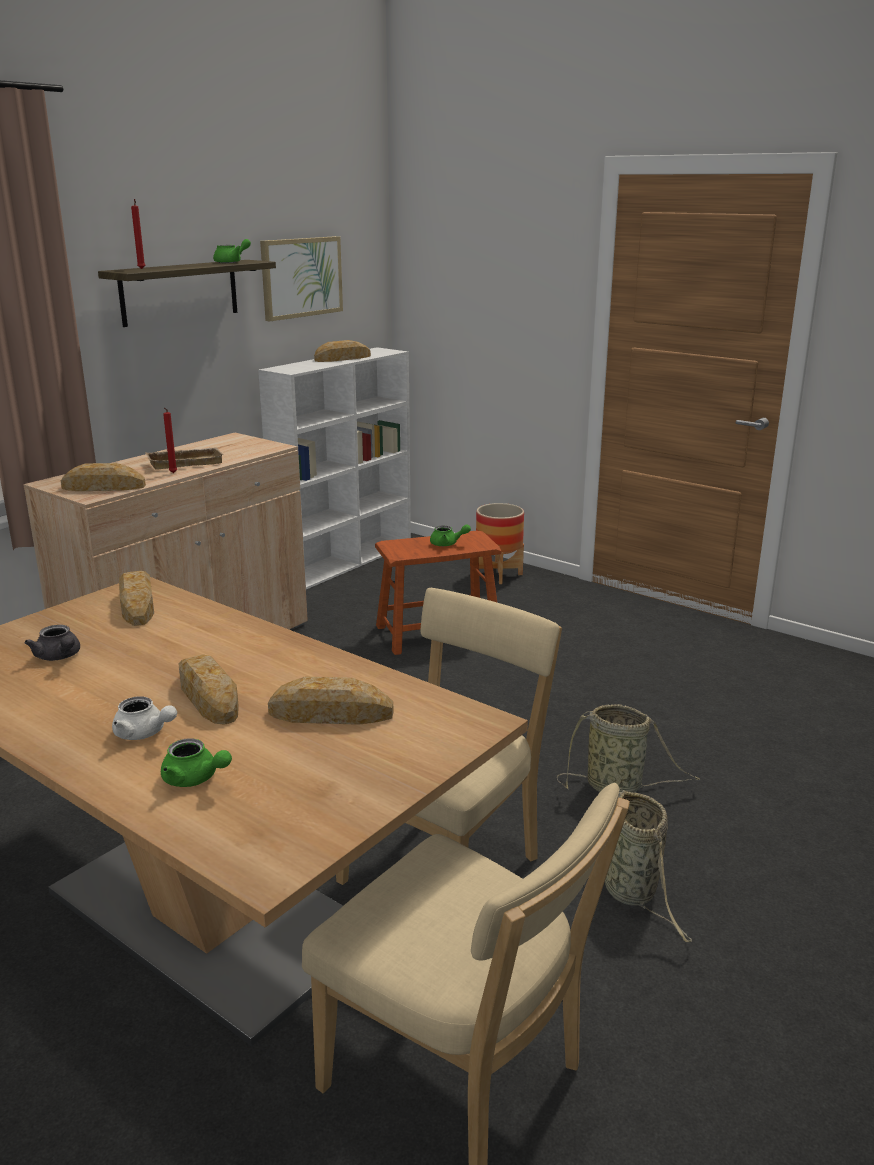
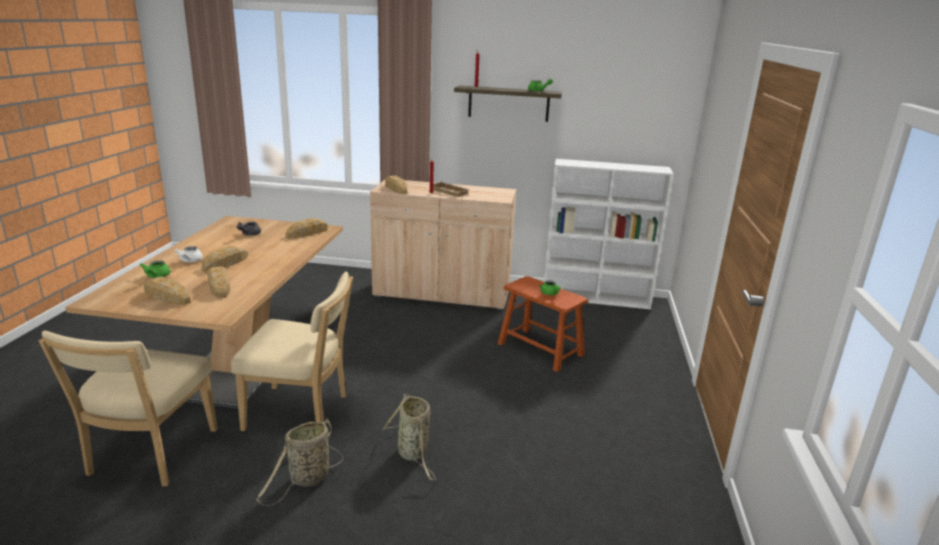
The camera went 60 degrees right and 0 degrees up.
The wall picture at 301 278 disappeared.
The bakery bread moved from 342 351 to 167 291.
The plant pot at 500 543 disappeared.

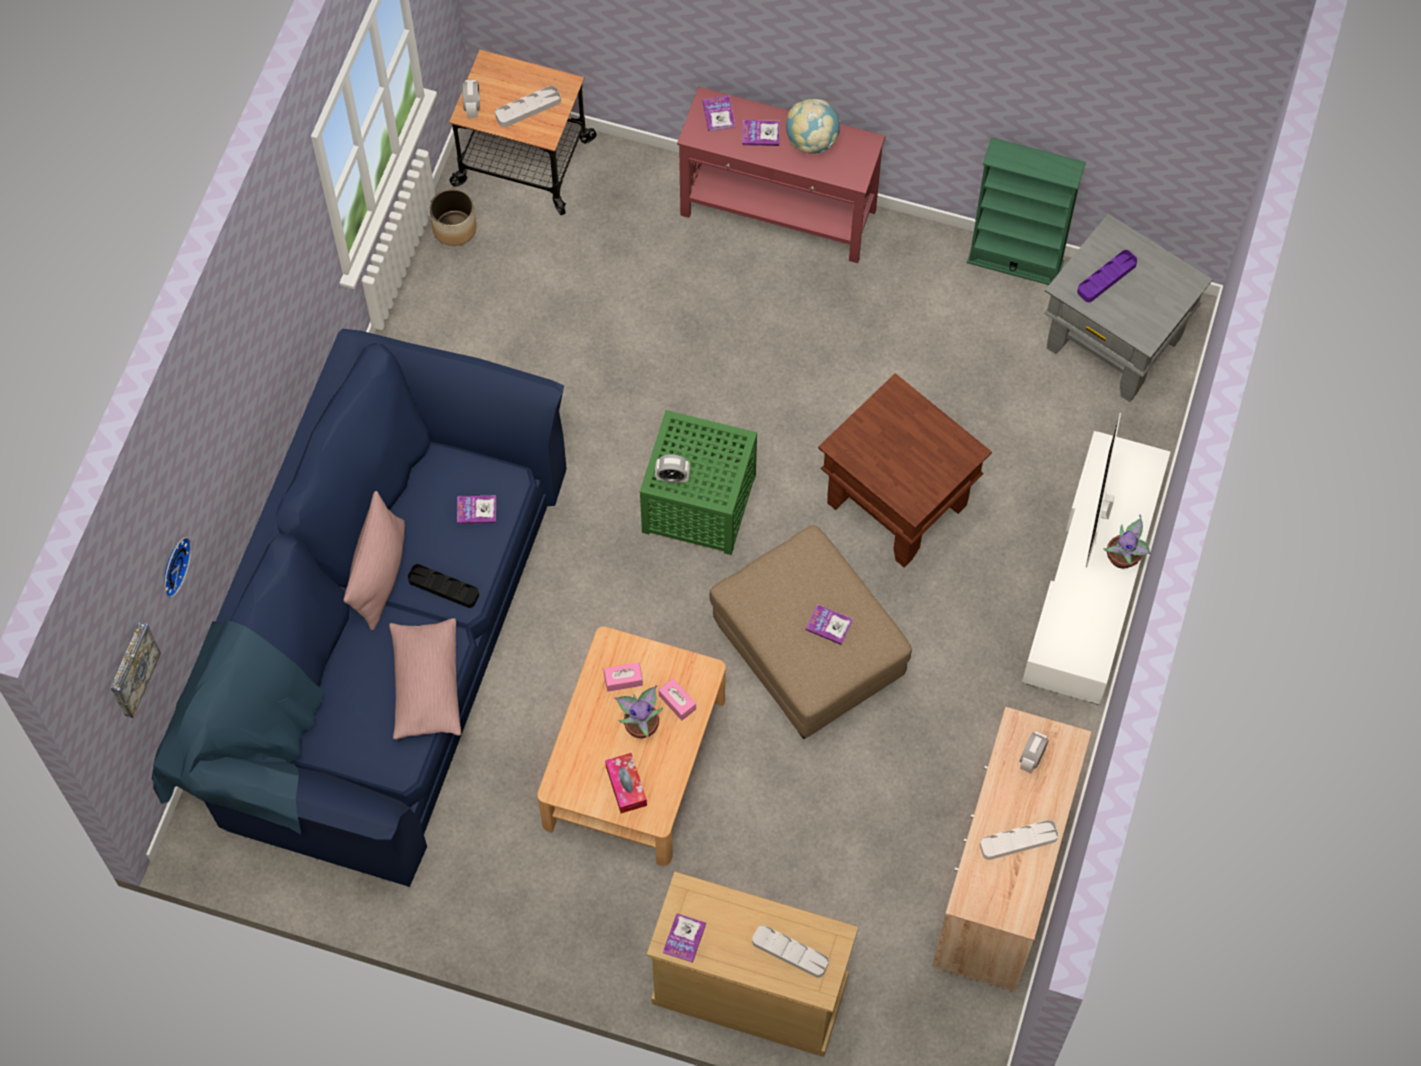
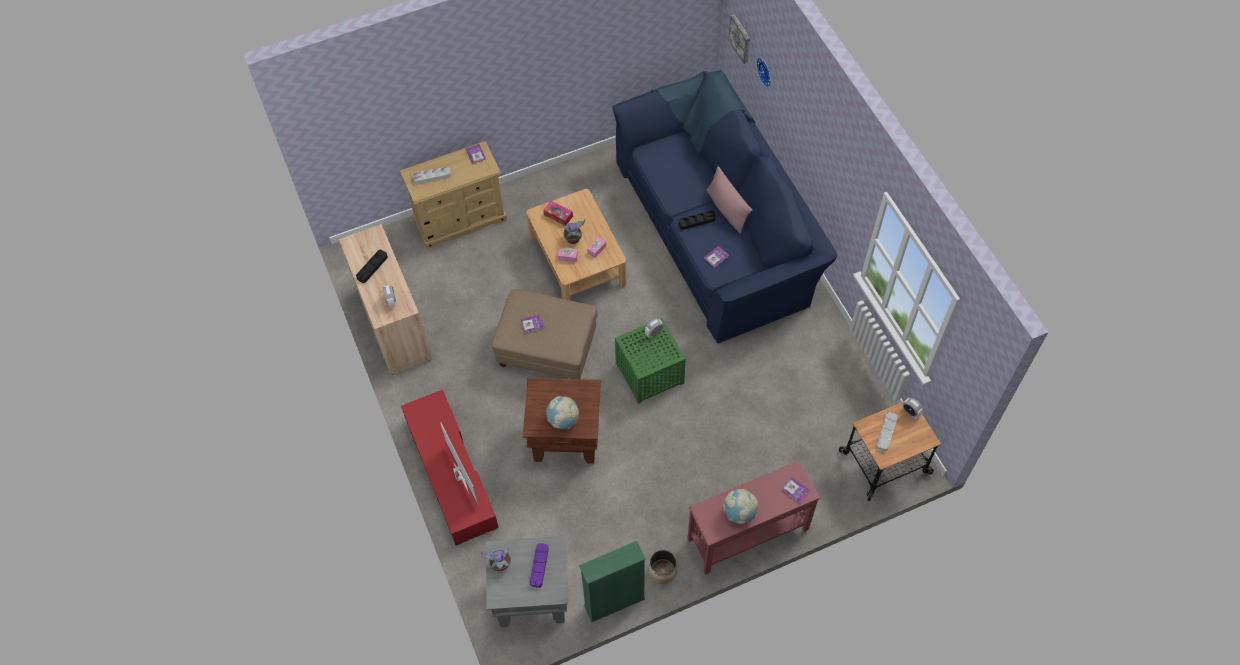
The camera went 140 degrees right and 5 degrees down.
The throw pillow (pinkish) at 425 678 disappeared.
The plant pot moved from 453 217 to 663 567.
The bound book at 761 133 disappeared.
The serving tray (white) at 1019 840 became the serving tray (black-coloured) at 372 266.
The media console (white) at 1096 568 became the media console (reddish) at 450 468.
The potted plant moved from 1127 542 to 496 559.
The world globe at 562 412 appeared.

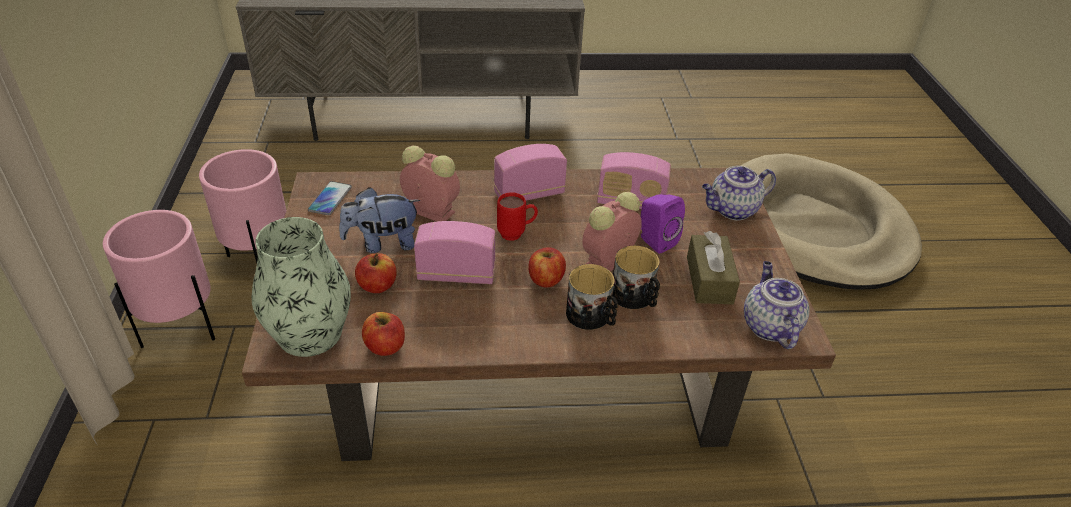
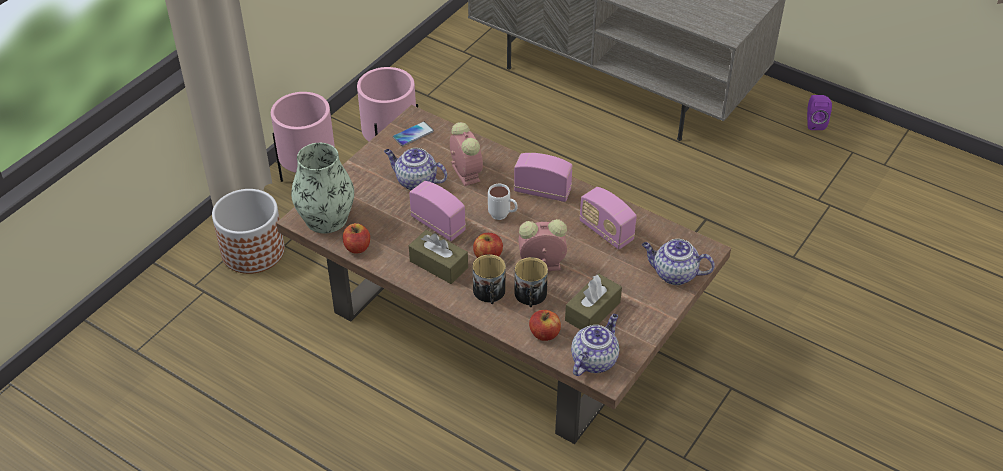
The camera went 40 degrees right and 5 degrees up.
The cuddly toy at 379 220 was replaced by the tea pot at 415 169.
The apple fruit moved from 376 273 to 545 325.
The coffee mug (reddish) at 517 216 became the coffee mug (white) at 503 202.
The loudspeaker (purple-coloured) moved from 663 224 to 819 112.
The pet bed (beige) at 831 221 disappeared.
The plant pot at 248 231 appeared.
The tissue box (brown) at 438 257 appeared.

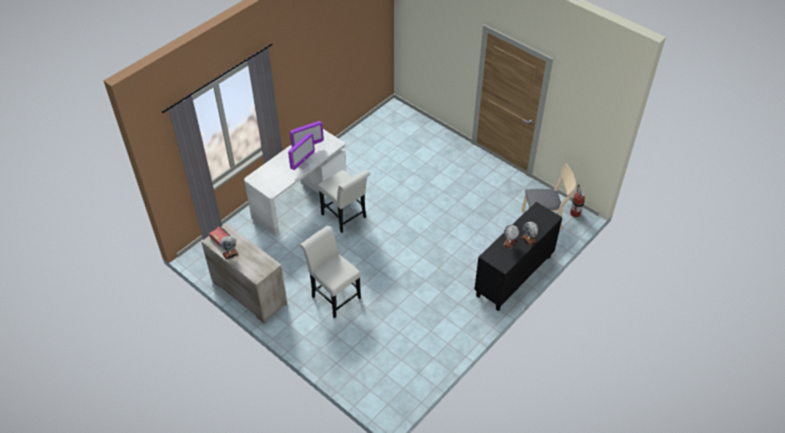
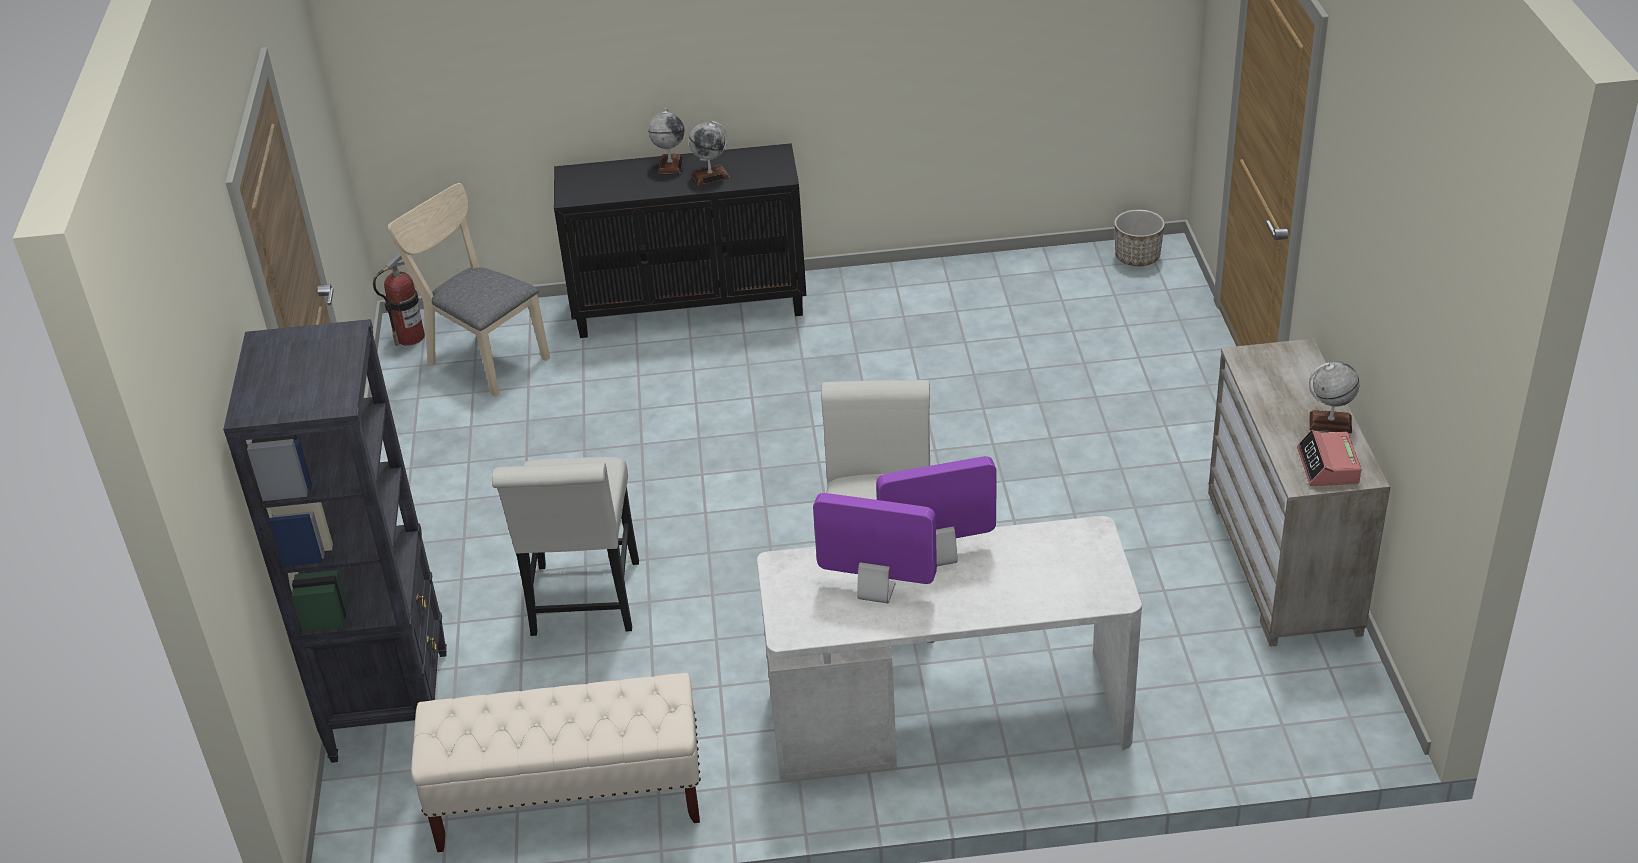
The camera went 135 degrees left and 10 degrees down.
The chair (white) moved from 330 271 to 565 546.
The shelving unit (black-coloured) at 335 541 appeared.
The bench (beige) at 556 762 appeared.
The plant pot at 1139 238 appeared.

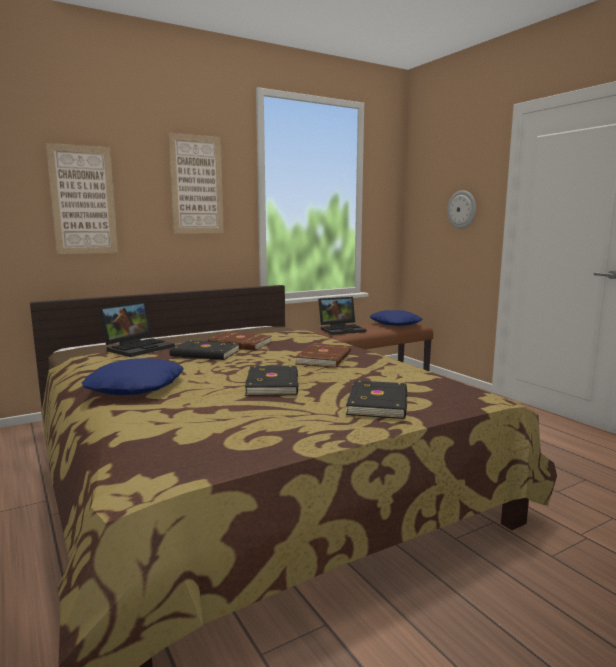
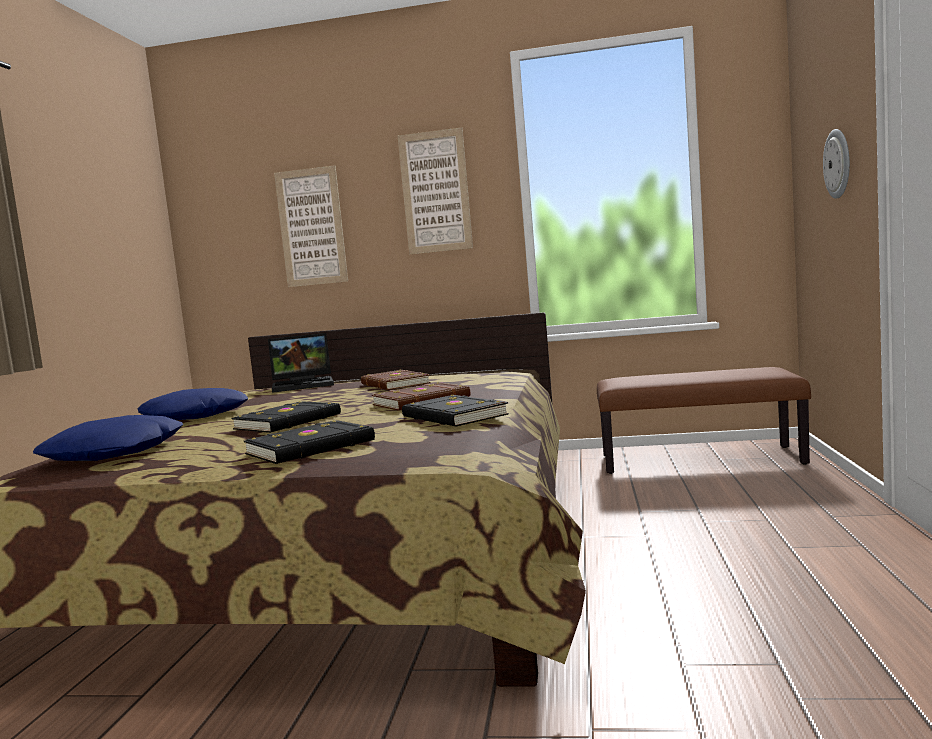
The camera went 40 degrees right and 5 degrees down.
The bound book (black-coloured) moved from 205 350 to 455 410.
The notebook computer at 342 316 disappeared.
The throw pillow (blue) moved from 396 318 to 108 438.

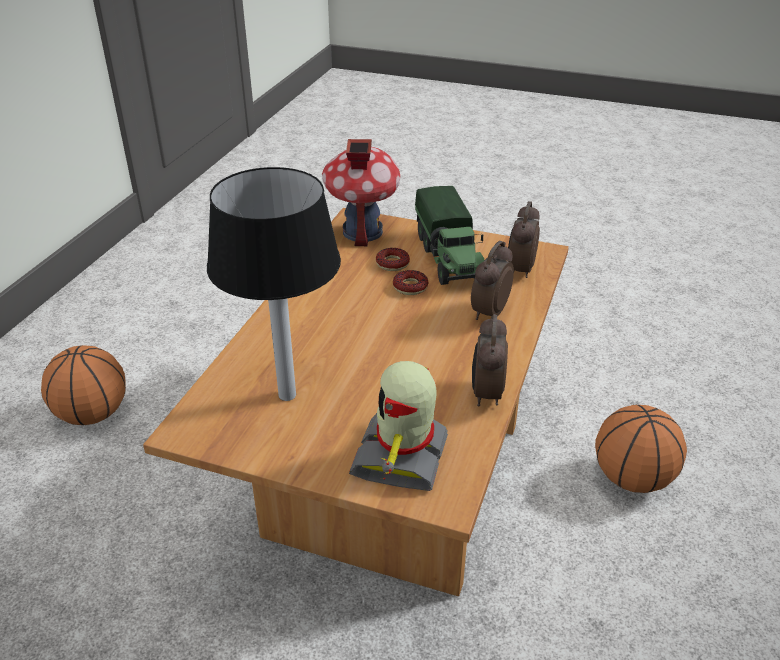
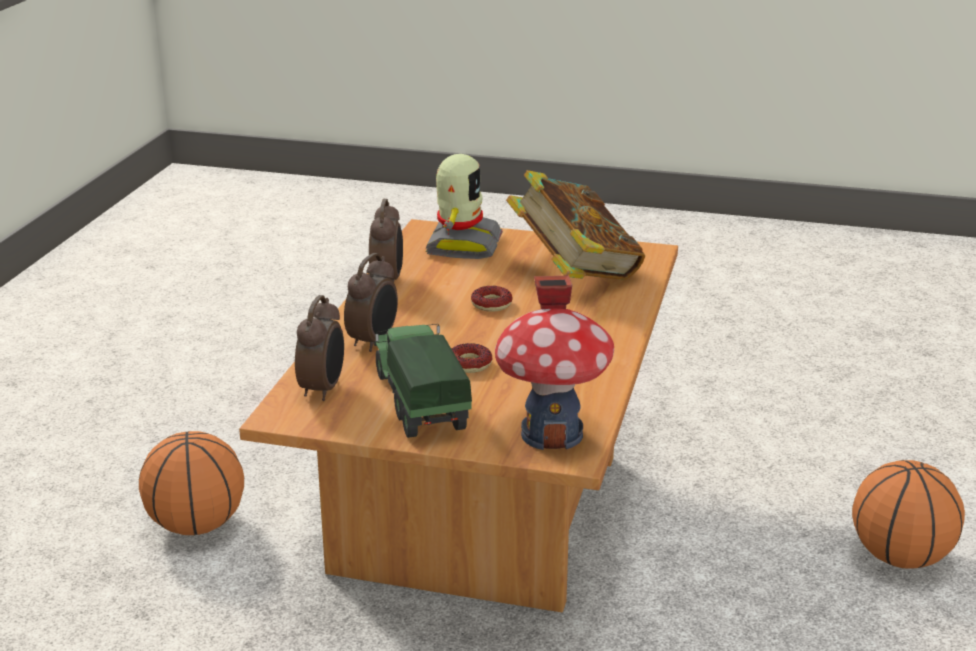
The camera went 175 degrees right and 10 degrees down.
The lamp for a table at 274 284 was replaced by the bound book at 575 225.
The ring doughnut moved from 393 259 to 492 299.

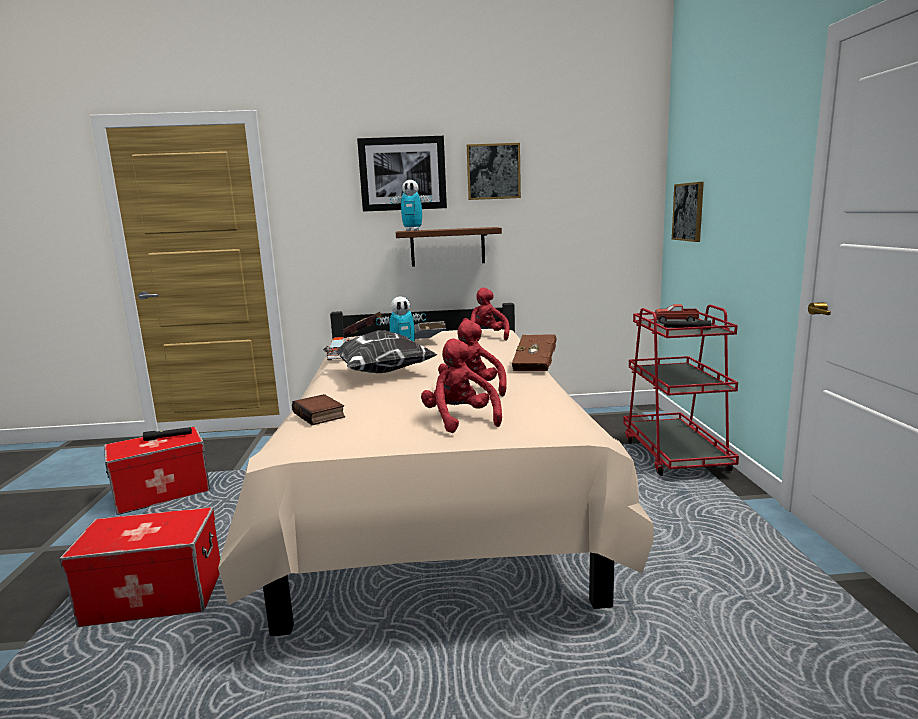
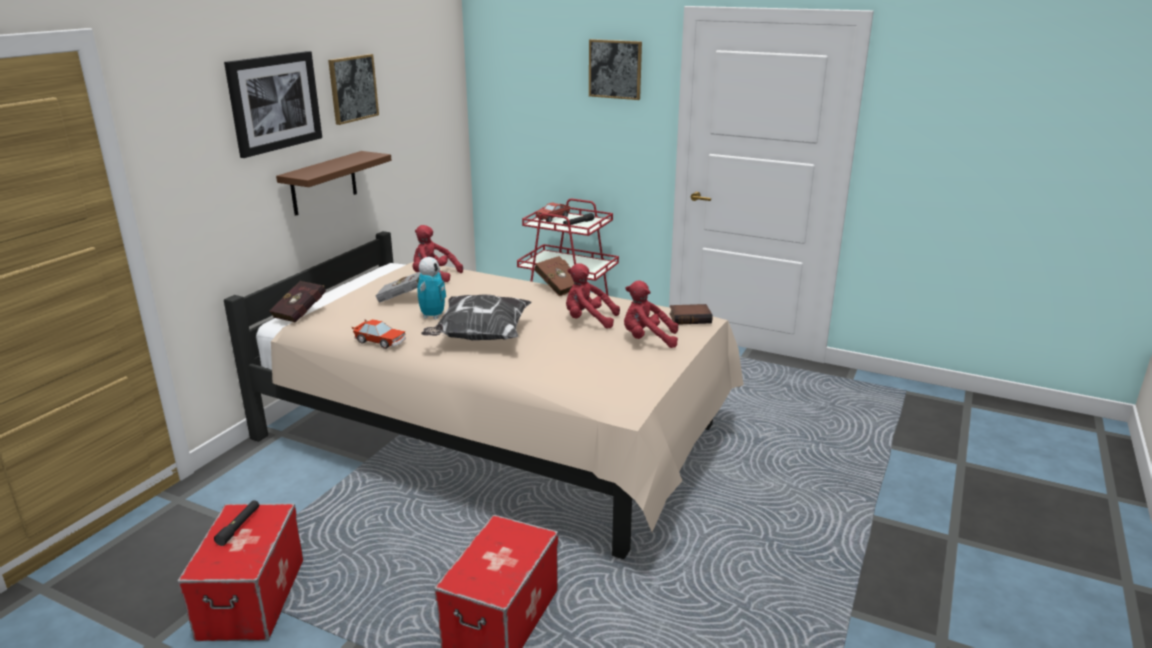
The camera went 60 degrees left and 10 degrees up.
The bound book moved from 318 409 to 691 314.
The robot figure at 411 205 disappeared.
The wall picture moved from 688 212 to 615 69.

